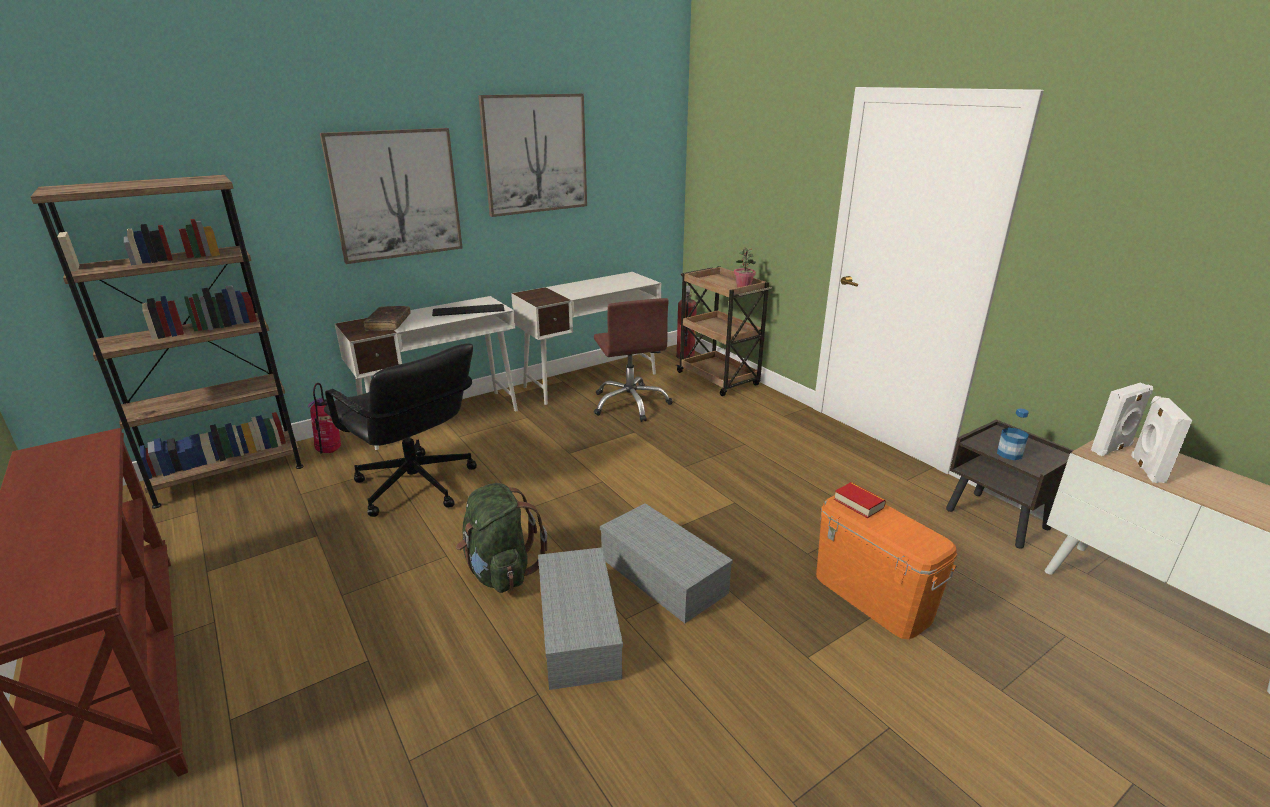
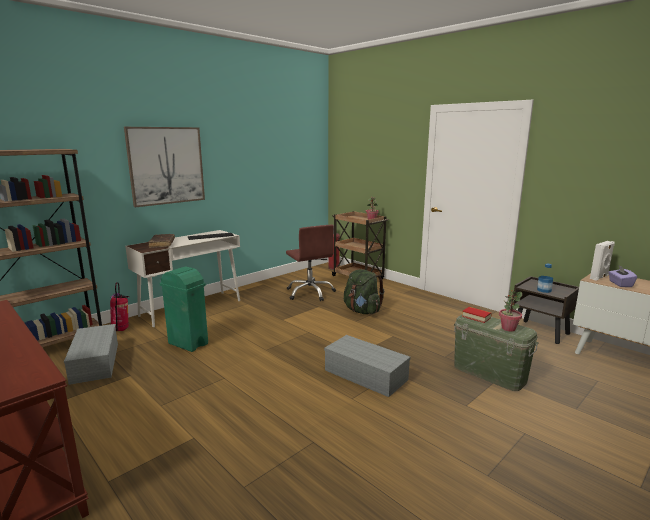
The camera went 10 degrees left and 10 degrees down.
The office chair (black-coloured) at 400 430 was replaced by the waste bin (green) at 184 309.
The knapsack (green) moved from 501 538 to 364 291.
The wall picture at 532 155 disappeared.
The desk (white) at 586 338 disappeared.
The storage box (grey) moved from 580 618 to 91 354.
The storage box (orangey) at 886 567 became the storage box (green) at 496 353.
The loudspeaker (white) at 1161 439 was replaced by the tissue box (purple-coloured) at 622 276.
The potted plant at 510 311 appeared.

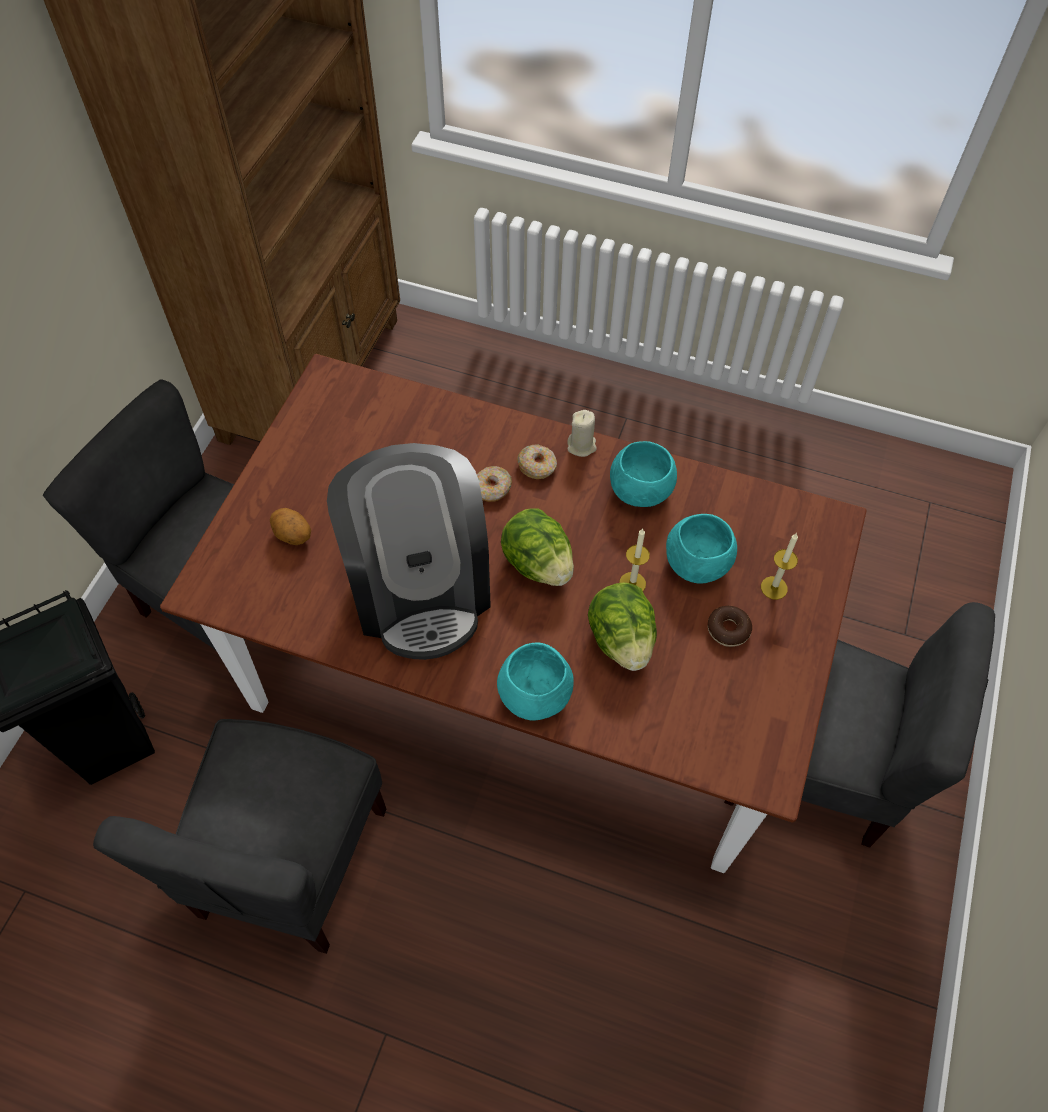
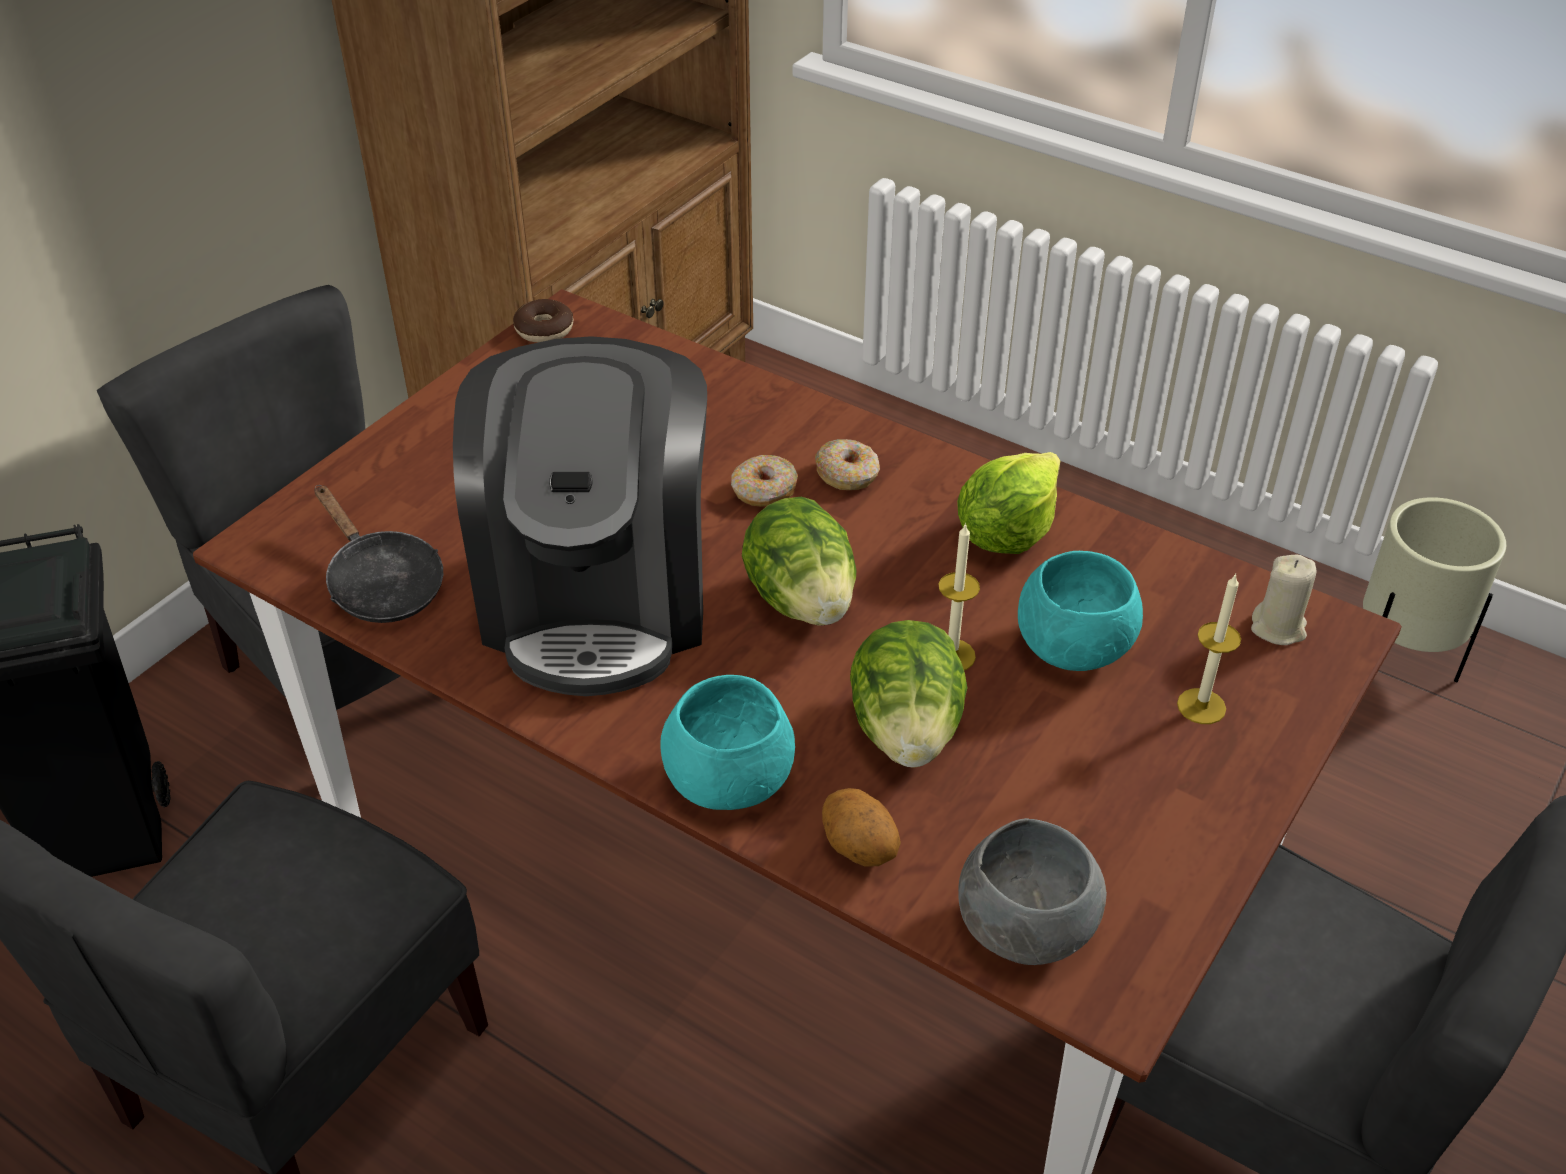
The camera went 15 degrees right and 15 degrees down.
The potato moved from 290 526 to 861 827.
The candle (beige) moved from 582 433 to 1283 600.
The deep dish (blue-green) at 643 474 was replaced by the lettuce head at 1008 503.
The ring doughnut moved from 730 626 to 543 320.
The frying pan (black-coloured) at 378 554 appeared.
The deep dish (grey) at 1032 891 appeared.
The plant pot (beige) at 1434 589 appeared.

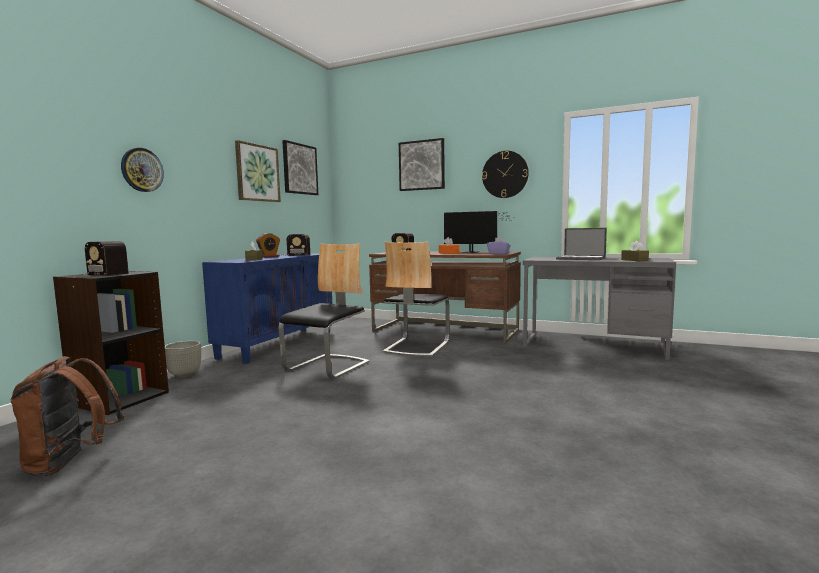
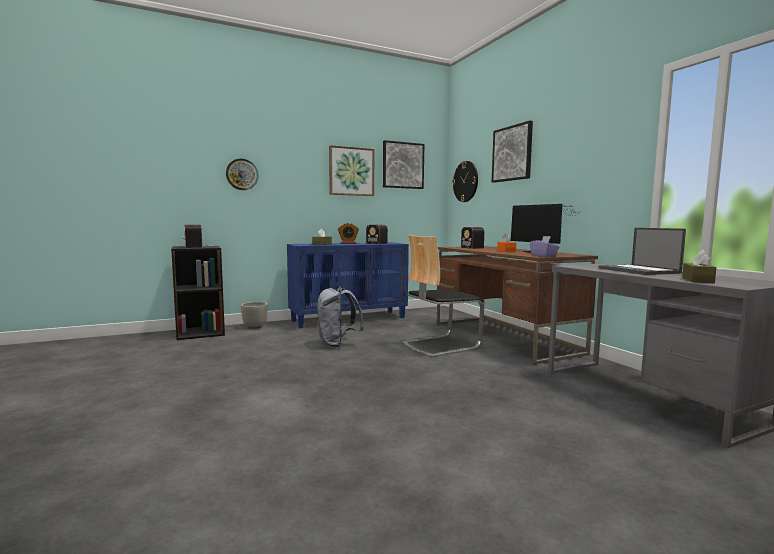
The camera went 40 degrees right and 0 degrees up.
The knapsack (brown) at 67 416 disappeared.
The chair at 324 311 was replaced by the knapsack (grey) at 340 316.
The clock on the wall moved from 505 174 to 465 181.

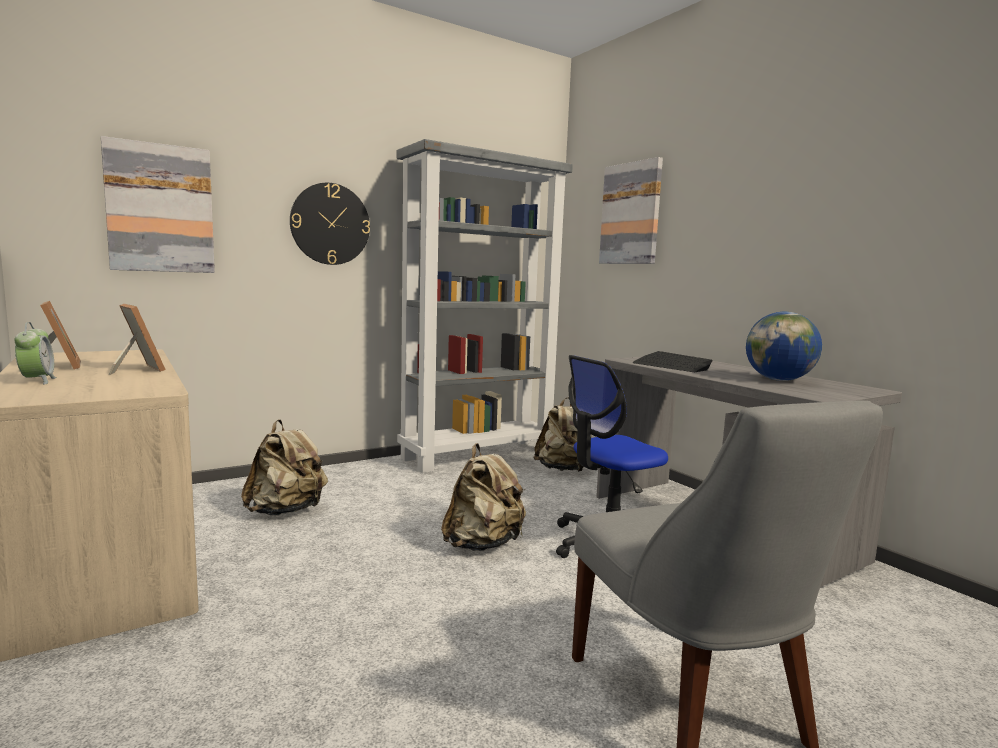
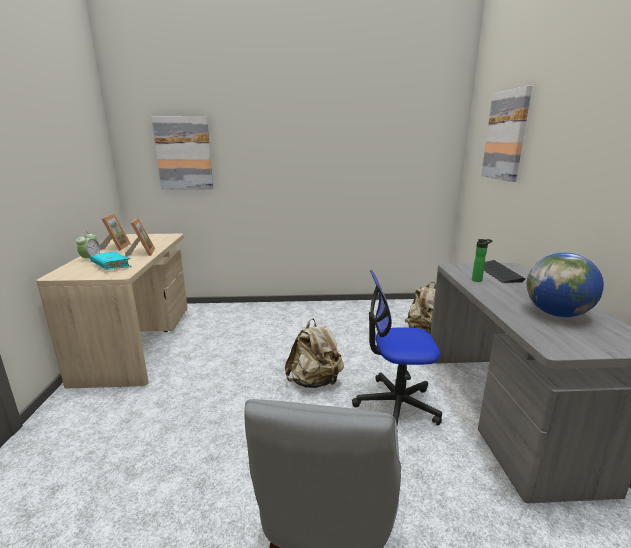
The camera went 30 degrees right and 10 degrees up.
The knapsack (beige) at 284 467 disappeared.
The clock on the wall at 330 224 disappeared.
The shelving unit (grey) at 485 306 disappeared.
The PC keyboard at 671 363 was replaced by the bottle at 482 260.
The bound book (blue-green) at 111 261 appeared.

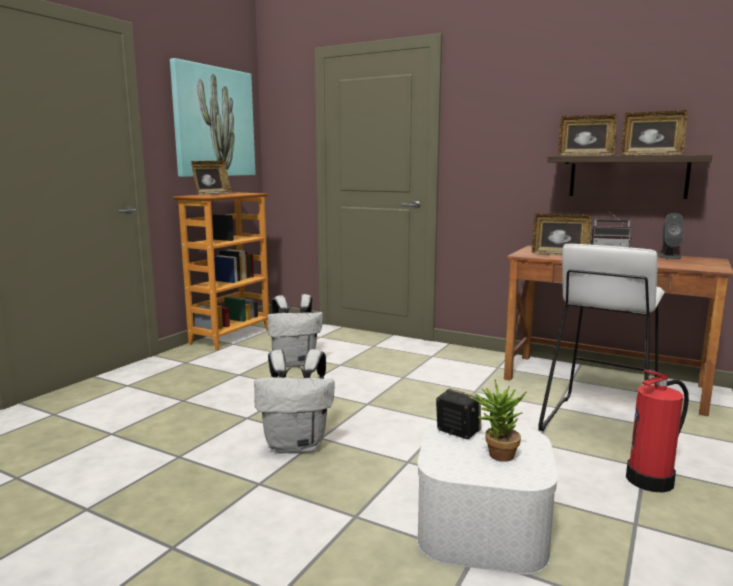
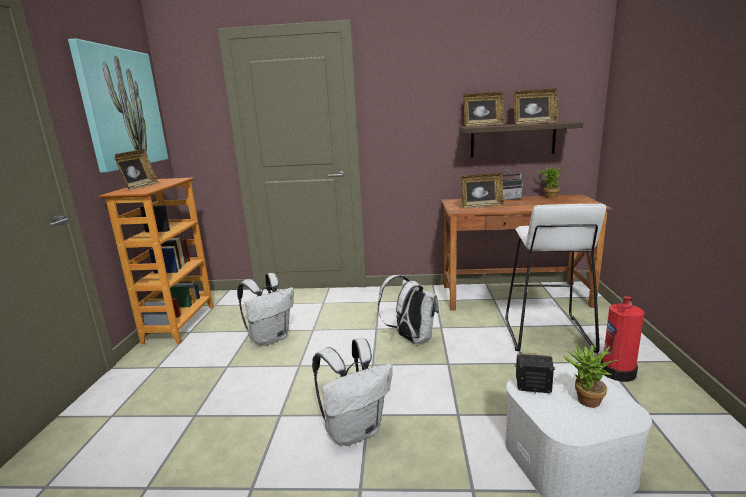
The camera went 25 degrees left and 5 degrees up.
The loudspeaker (grey) at 671 236 was replaced by the potted plant at 550 181.
The knapsack (white) at 408 309 appeared.

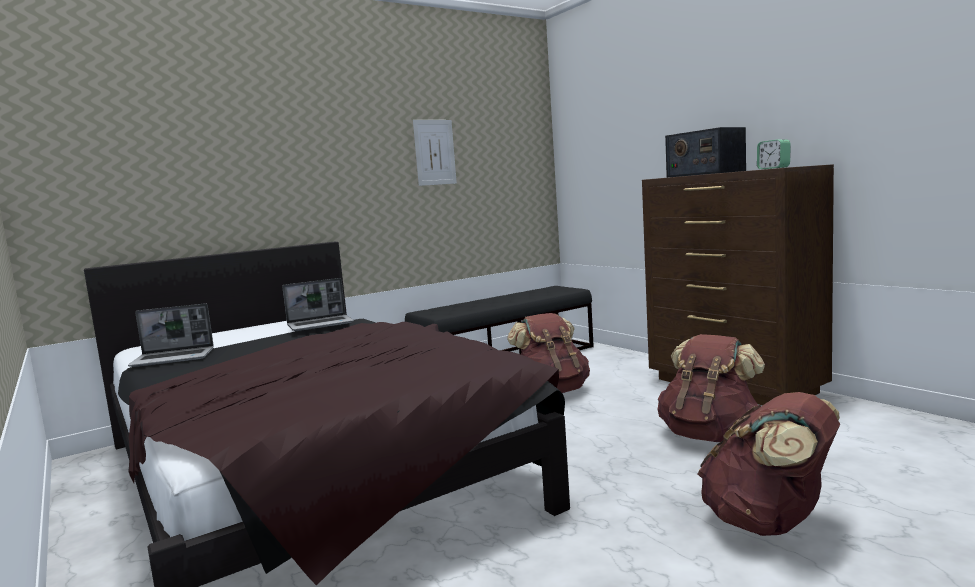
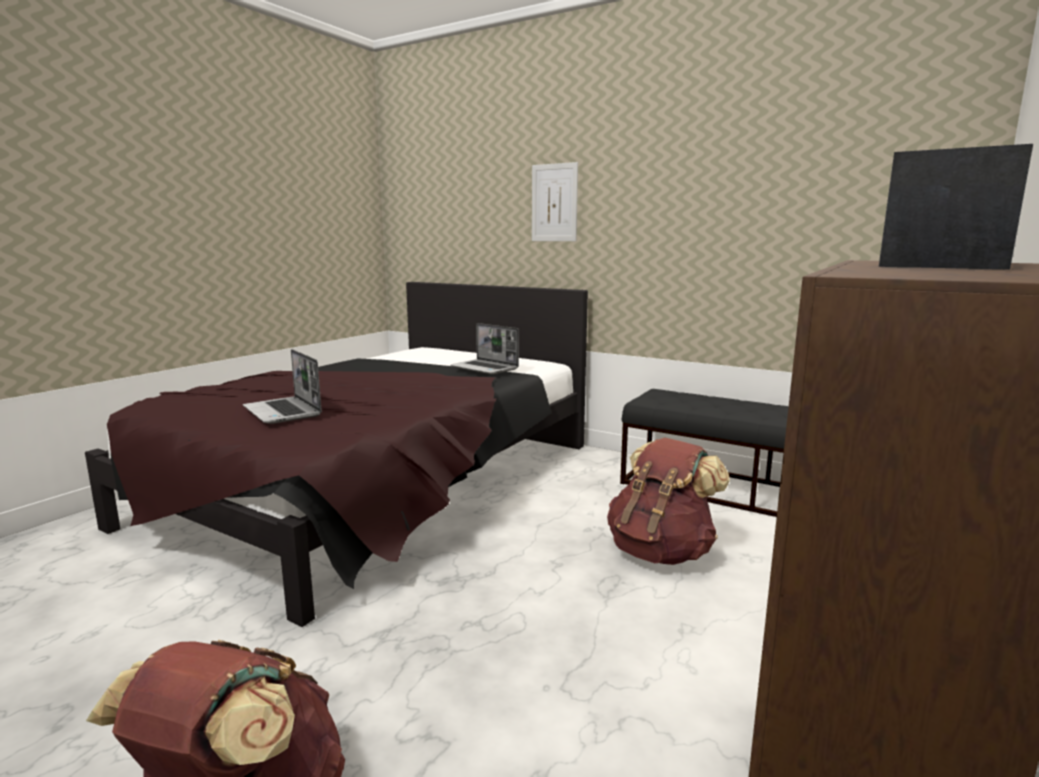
The camera went 65 degrees right and 5 degrees up.
The notebook computer moved from 171 335 to 282 386.
The wall picture moved from 435 153 to 555 201.
The knapsack (brown) at 711 388 disappeared.
The bedside clock at 774 154 disappeared.

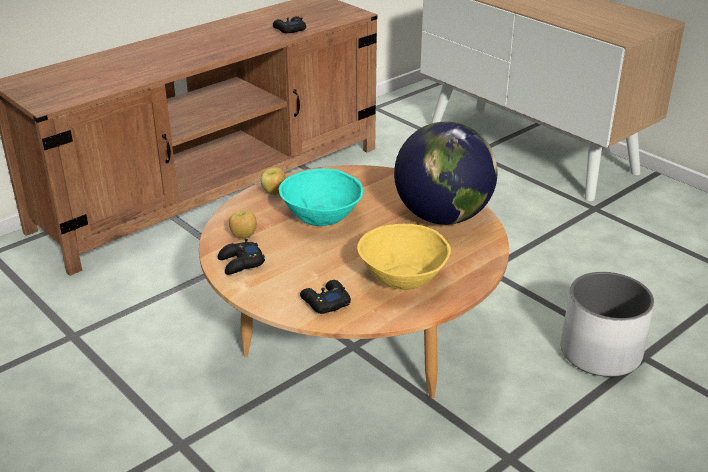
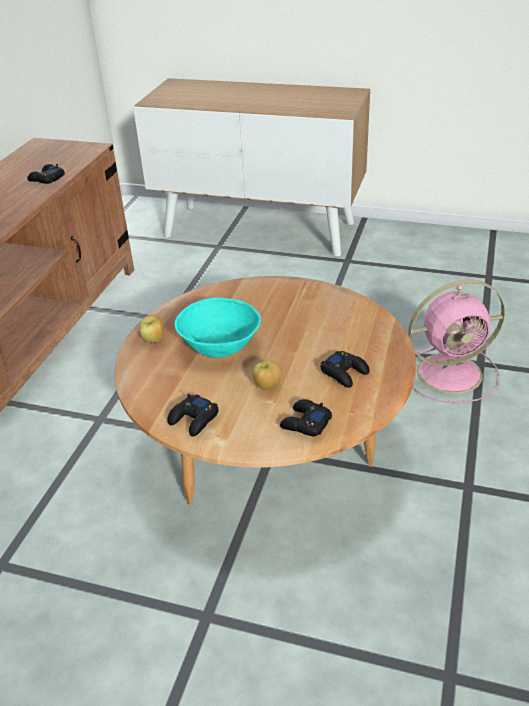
The camera went 30 degrees left and 5 degrees up.
The apple fruit moved from 243 224 to 267 375.
The deep dish (yellowish) at 404 257 was replaced by the gamepad (black-coloured) at 345 369.
The world globe at 446 173 disappeared.
The plant pot (white) at 607 324 was replaced by the cooling fan (pinkish) at 456 341.

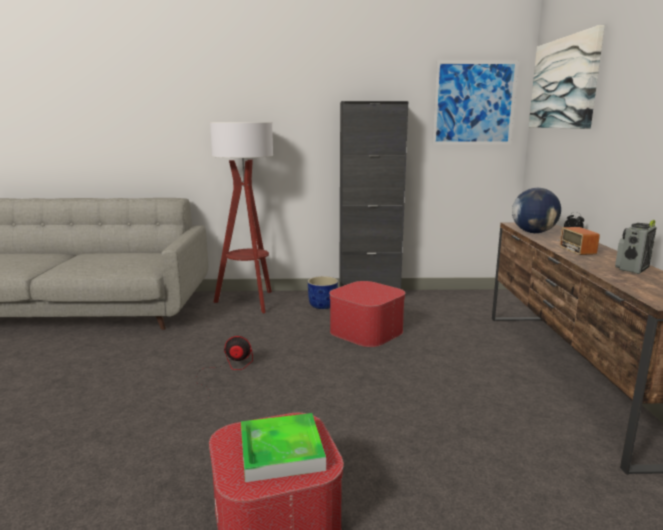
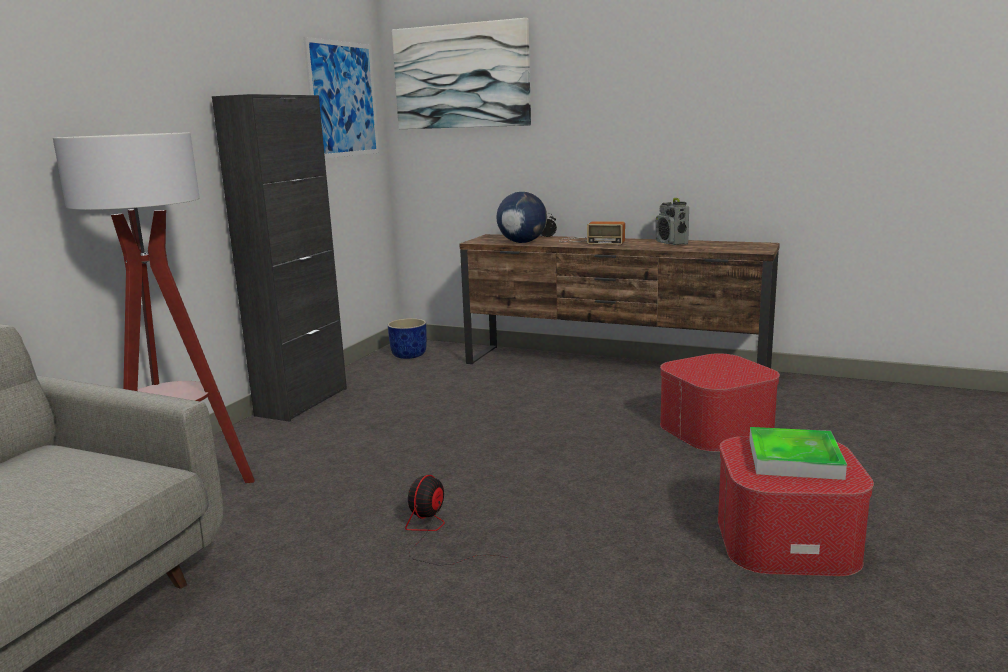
The camera went 65 degrees left and 0 degrees up.
The plant pot (blue) moved from 323 292 to 407 338.
The footrest moved from 367 314 to 720 402.

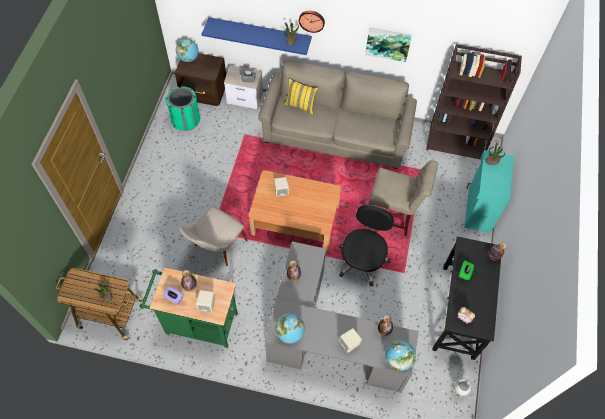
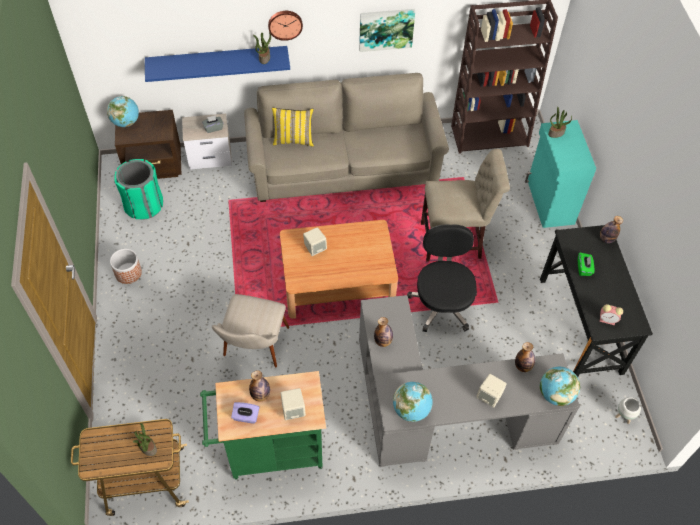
The camera went 20 degrees left and 5 degrees down.
The plant pot at 126 266 appeared.

